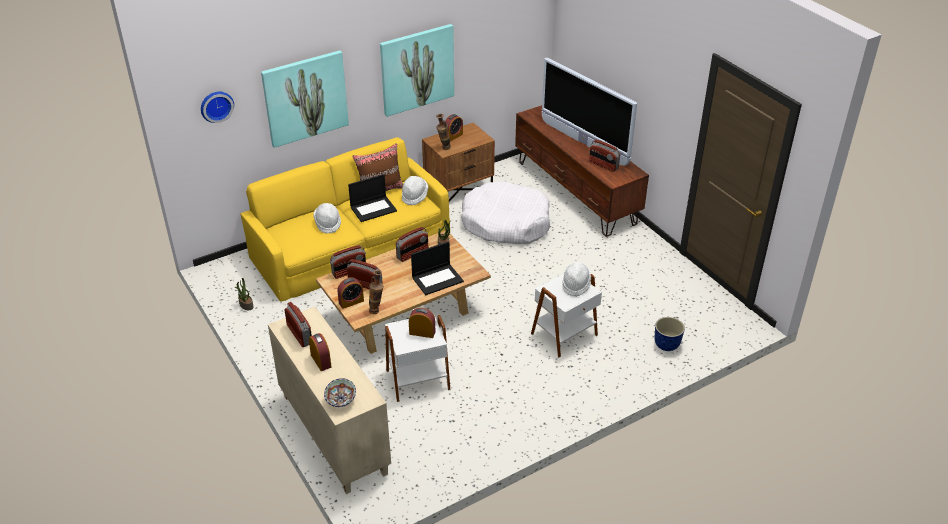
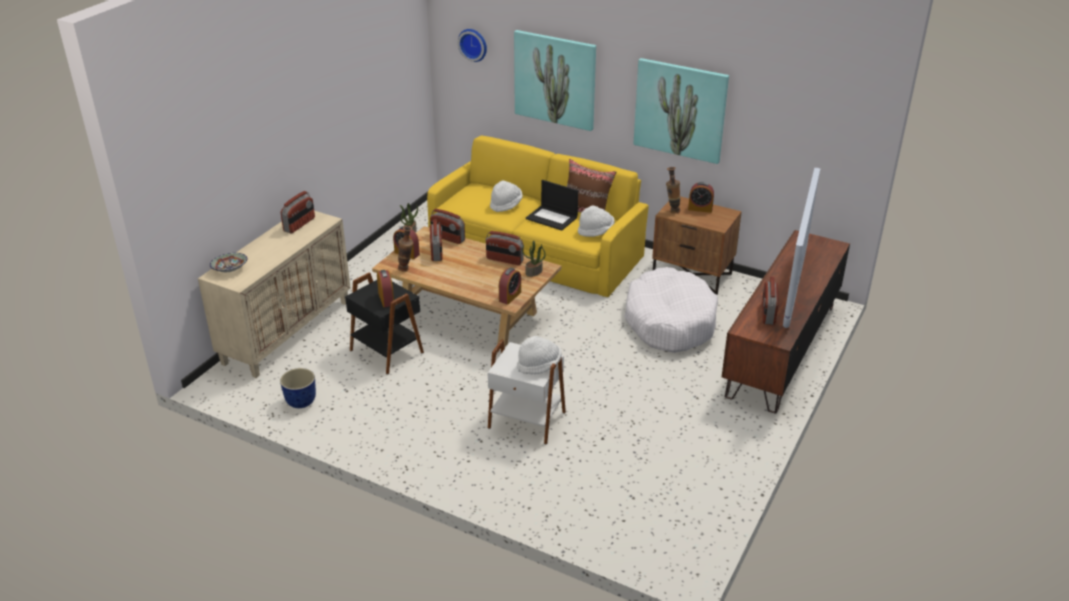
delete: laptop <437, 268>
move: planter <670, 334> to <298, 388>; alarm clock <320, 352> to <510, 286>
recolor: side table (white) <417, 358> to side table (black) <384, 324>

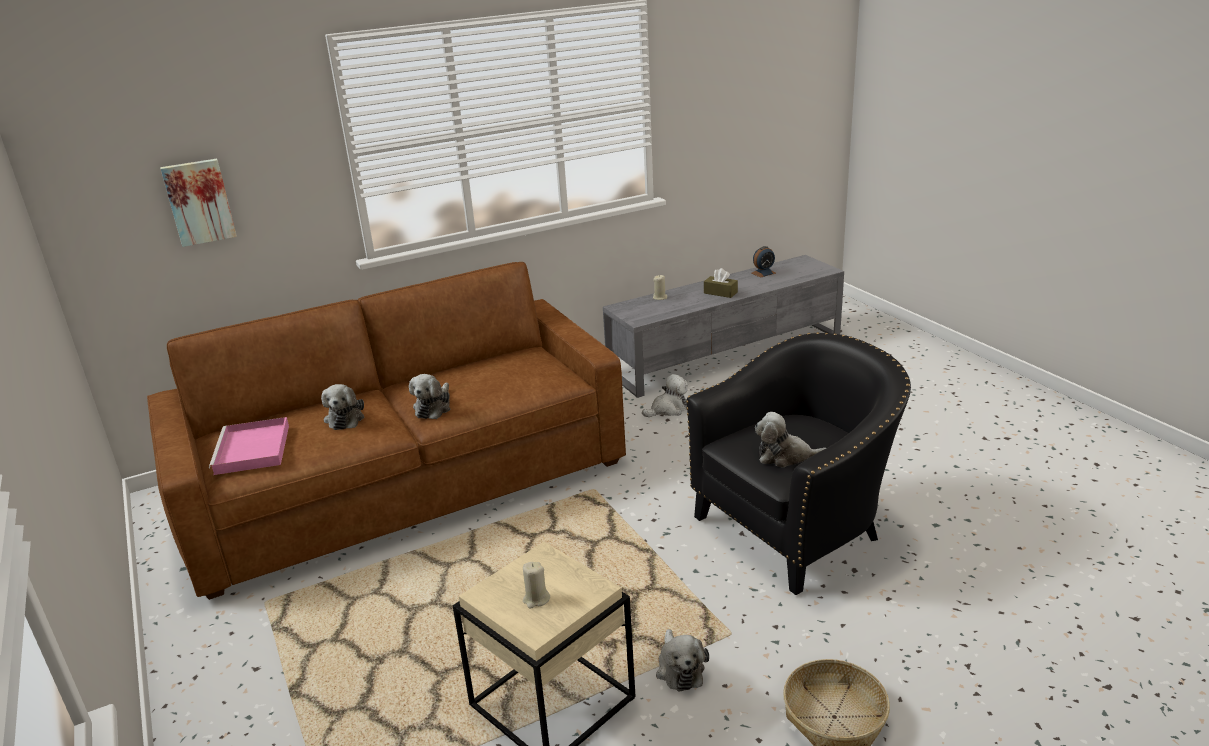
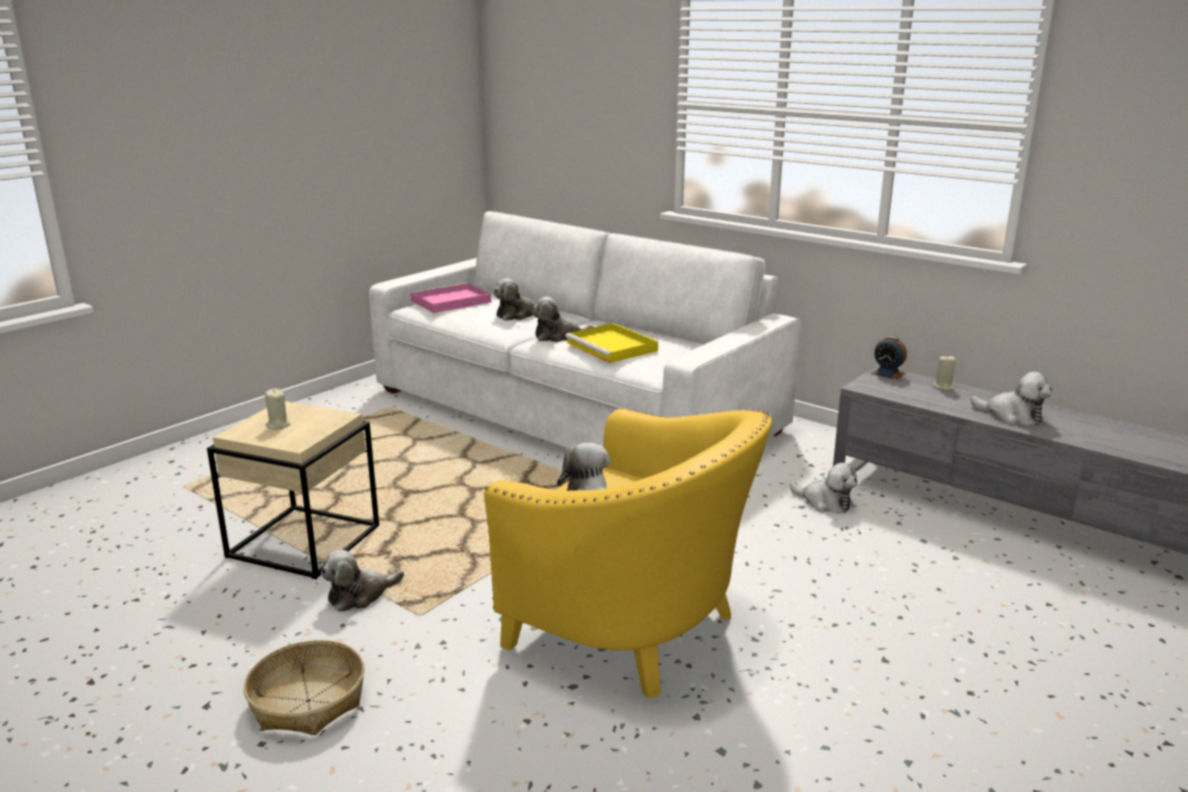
delete: picture <198, 203>
insert: tray (yellow) <611, 343>
move: alarm clock <764, 262> to <889, 358>
replace: tissue box (brown) <721, 283> to plush toy <1011, 399>
recolor: sofa (brown) <386, 431> to sofa (white) <585, 330>; armchair (black) <798, 463> to armchair (yellow) <628, 553>

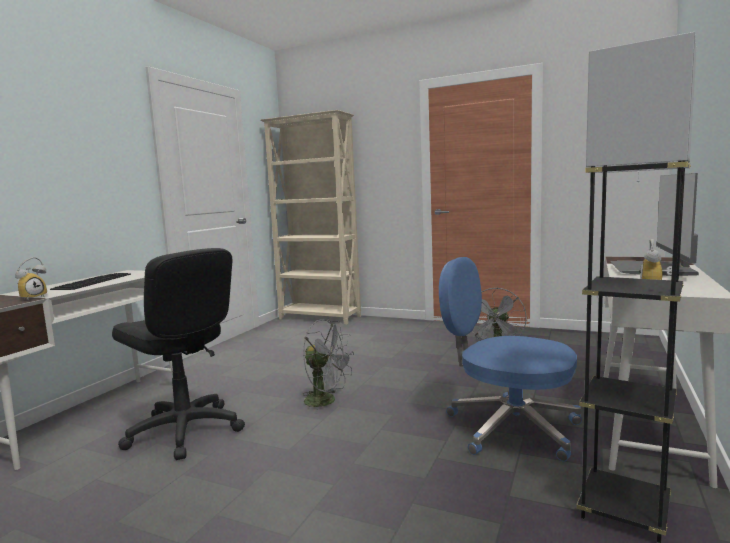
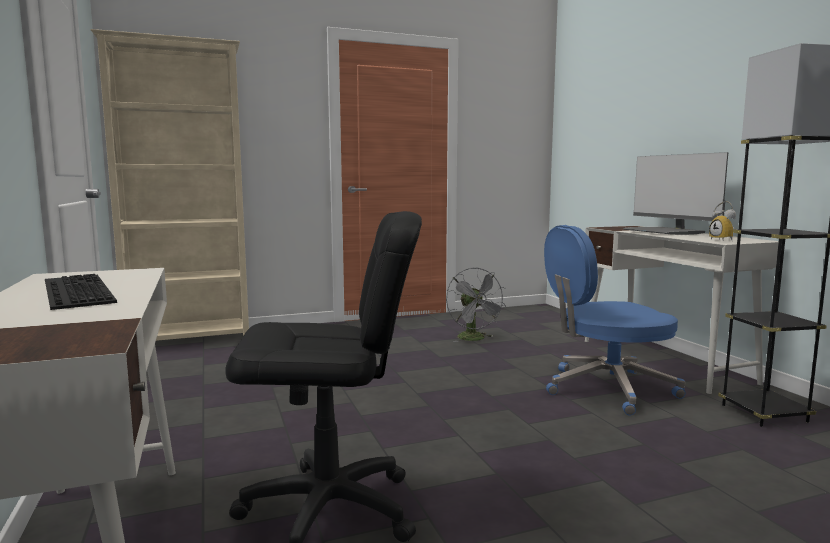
delete: alarm clock <31, 279>; fan (grey) <328, 366>

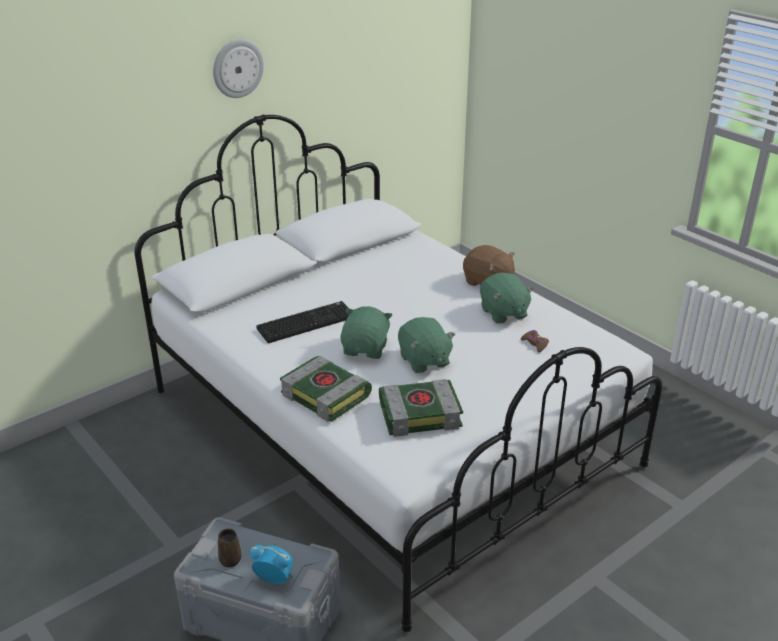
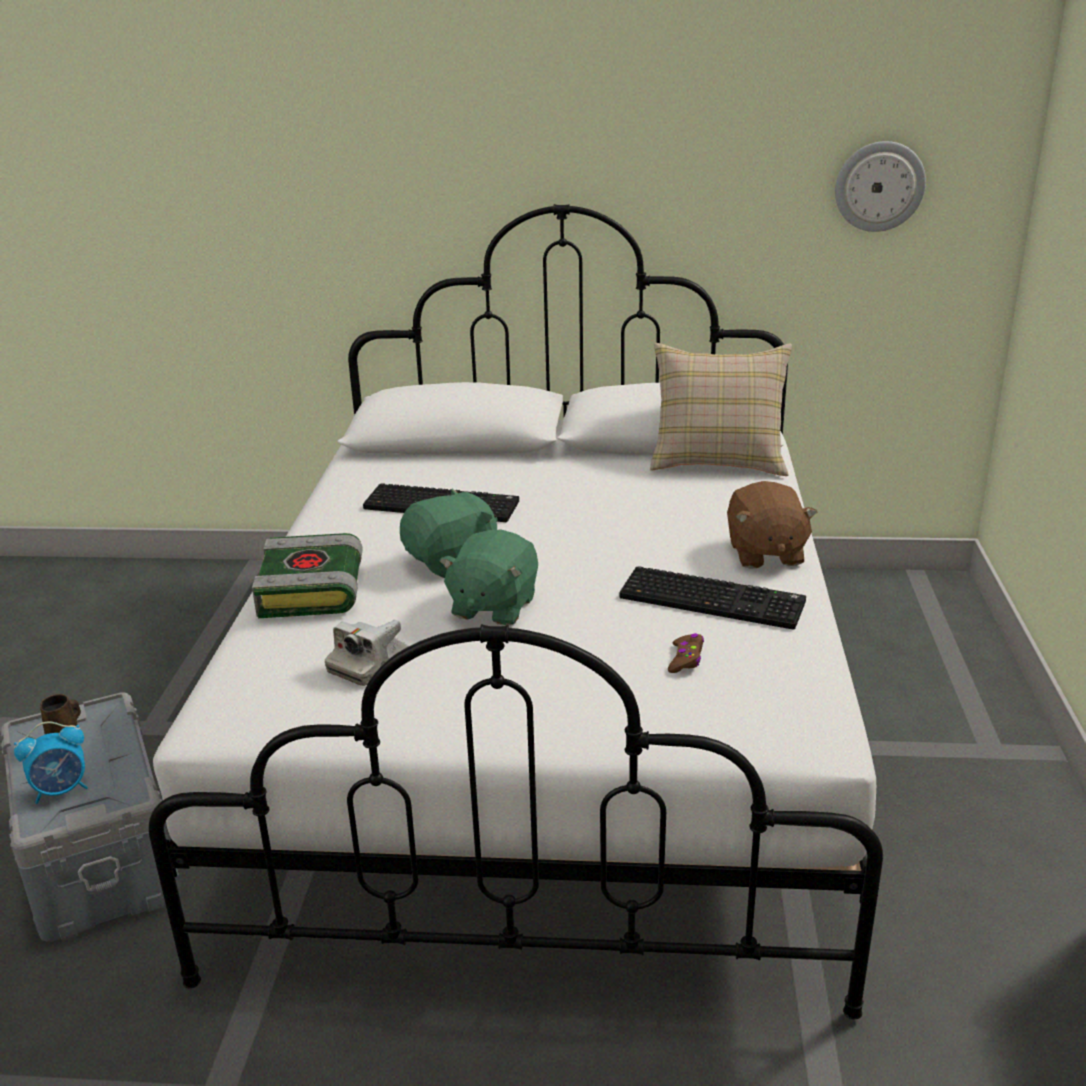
insert: pillow (beige) <721, 409>
move: wall clock <238, 68> to <880, 186>
replace: plush toy (green) <507, 298> to keyboard <713, 598>; book <421, 408> to photo camera <367, 652>
rotate: alarm clock <271, 564> = <51, 762> 90 degrees clockwise

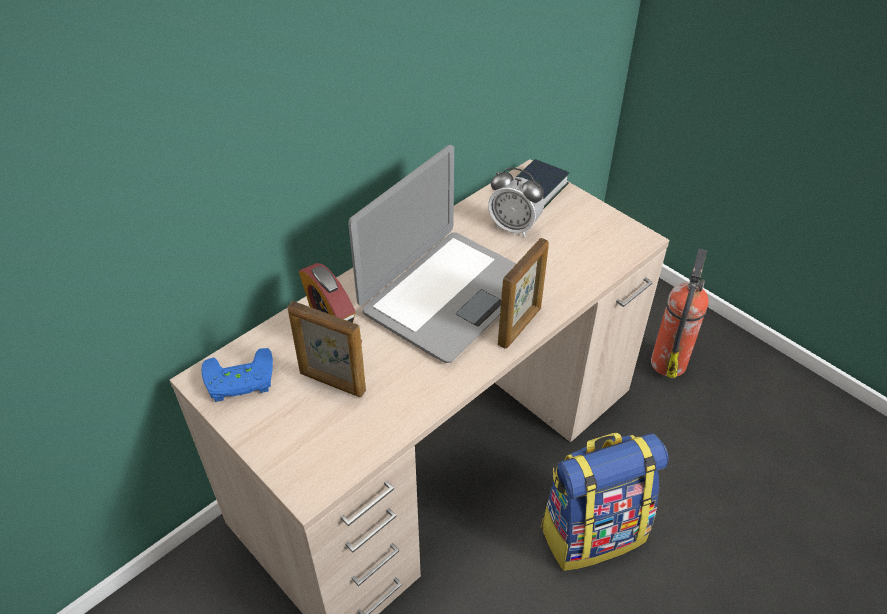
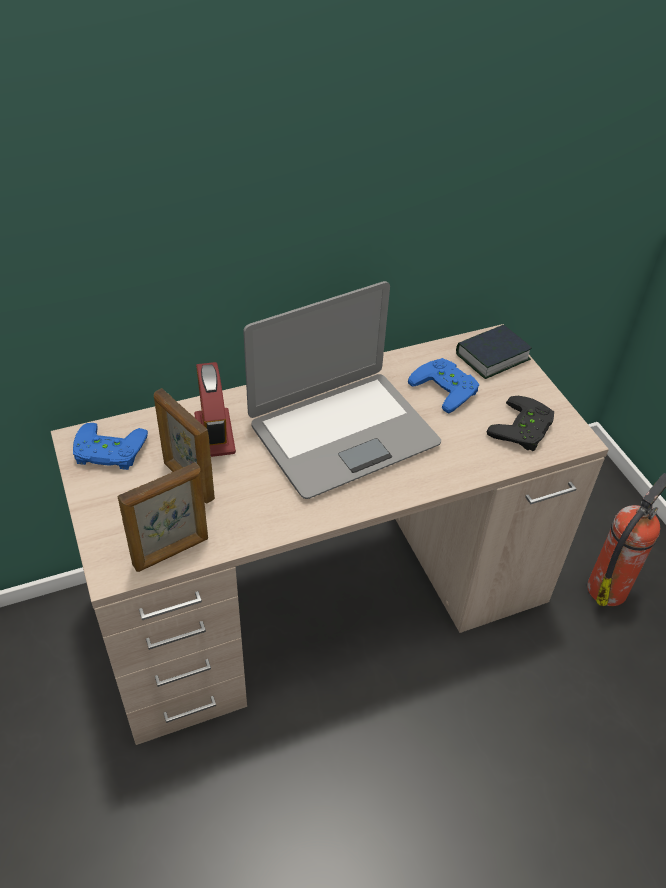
delete: backpack <605, 502>
insert: game controller (black) <520, 423>
move: picture frame <523, 293> to <163, 517>
replace: alarm clock <516, 202> to game controller (blue) <443, 386>

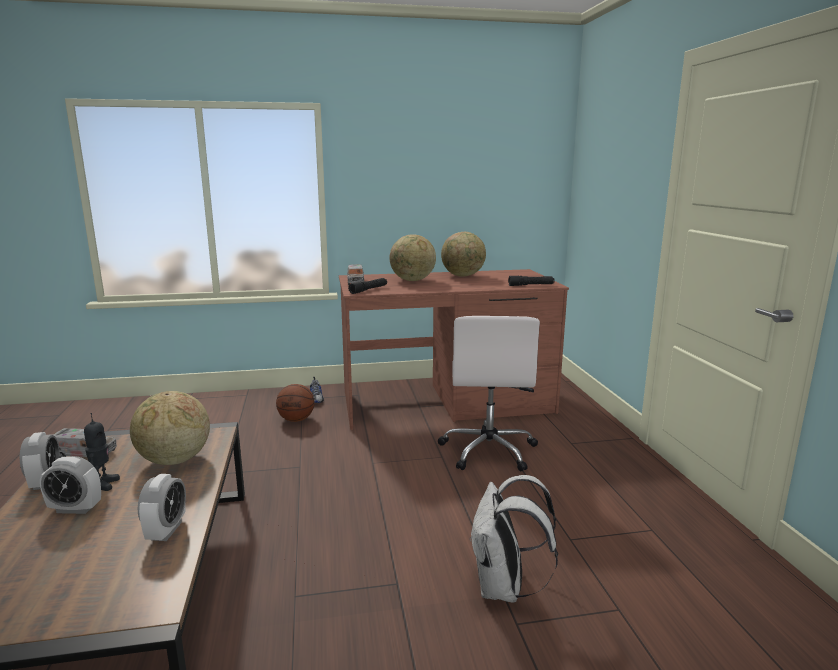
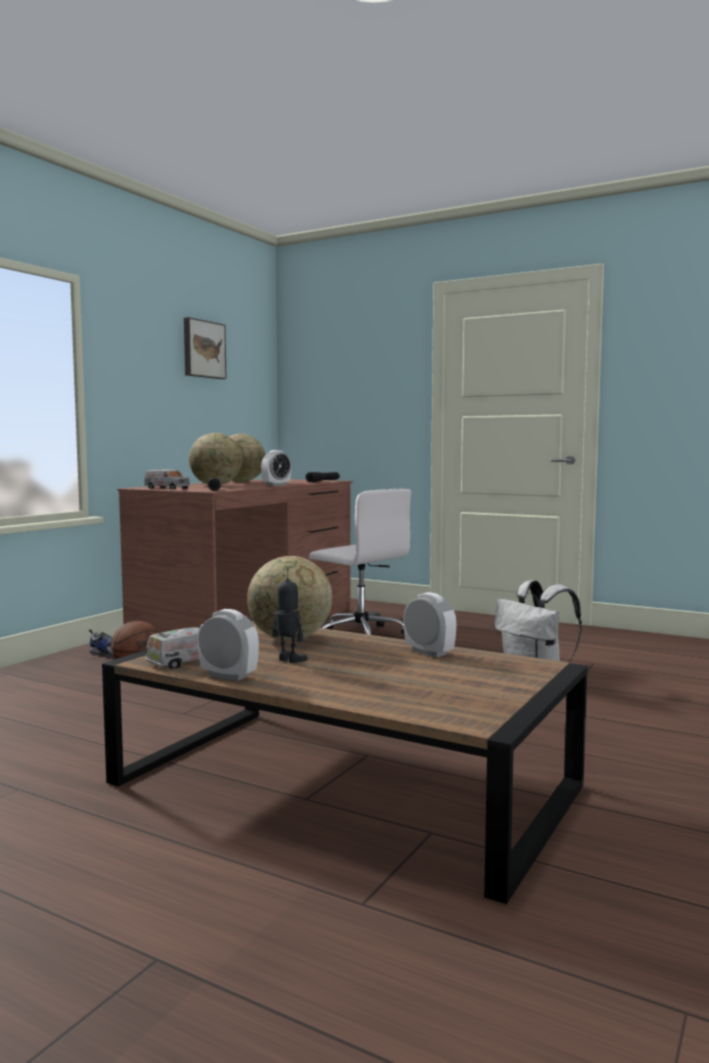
insert: picture <205, 348>
move: alarm clock <70, 485> to <276, 468>

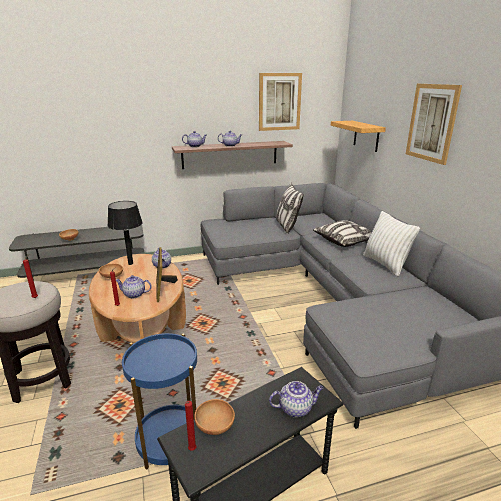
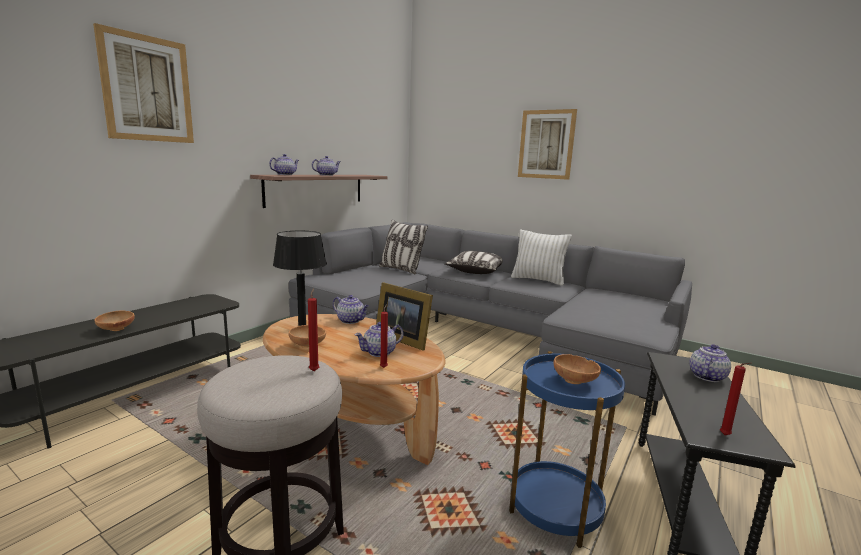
delete: shelf <358, 136>
move: picture <280, 102> to <143, 83>; bowl (brown) <214, 417> to <577, 369>

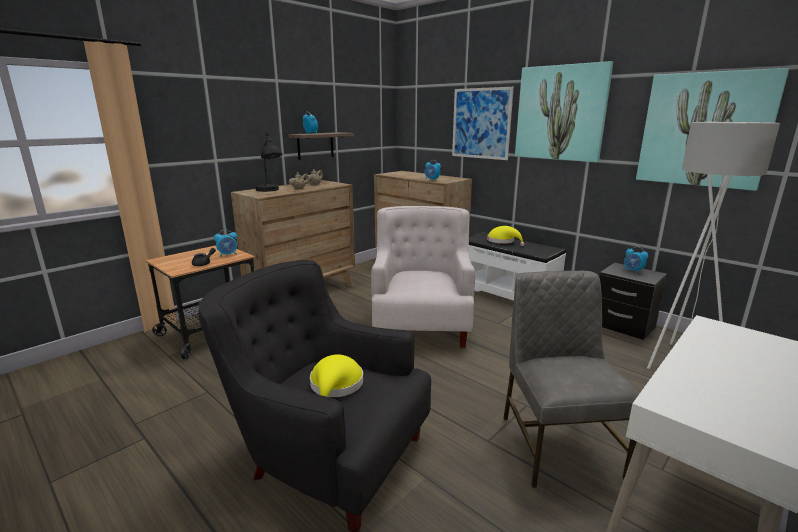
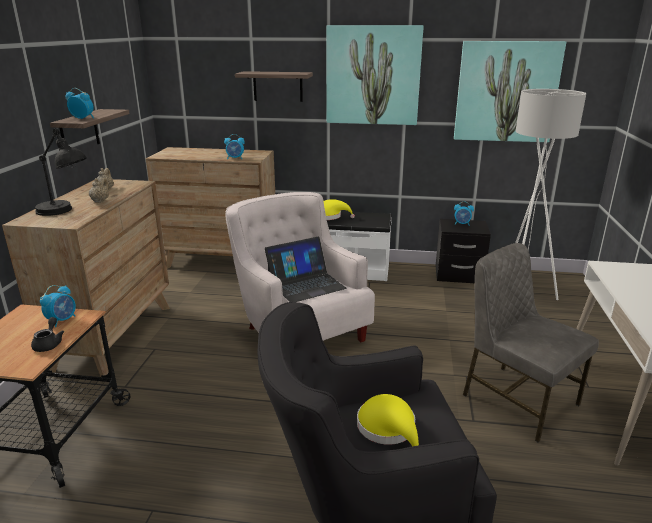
insert: laptop <306, 269>
replace: picture <483, 123> to shelf <274, 86>

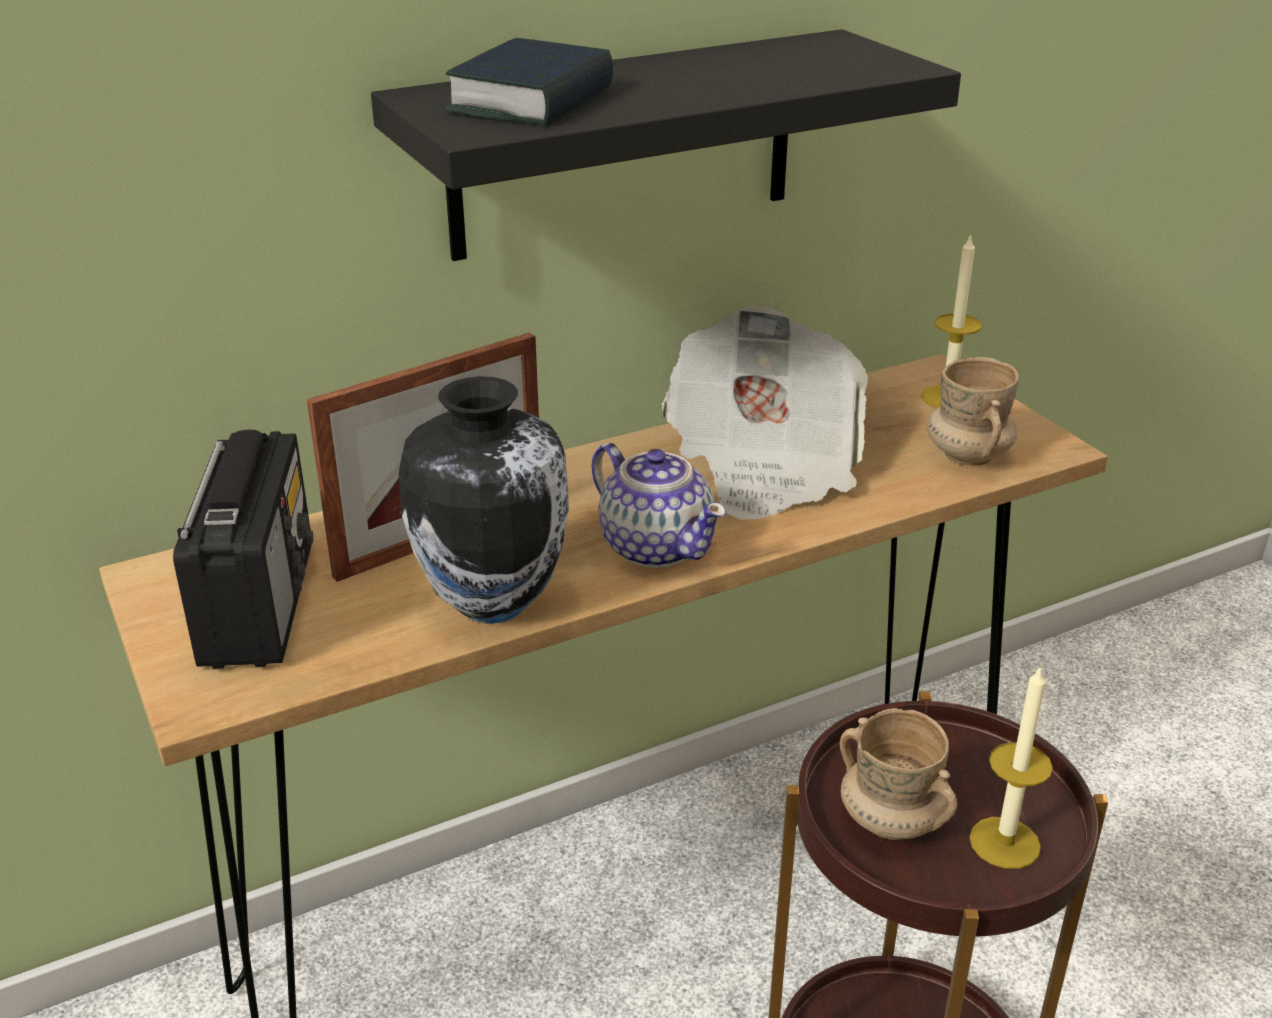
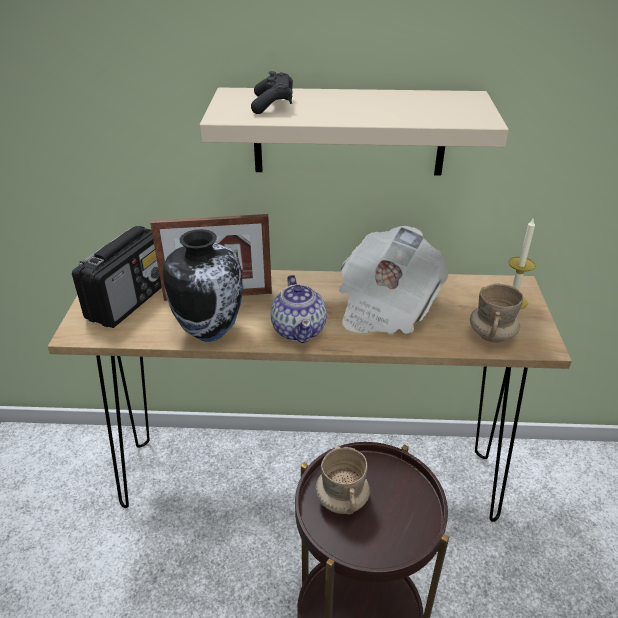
delete: candle <1011, 767>
replace: book <529, 82> to game controller (black) <272, 92>
recolor: shelf (black) <666, 145> to shelf (beige) <354, 132>

